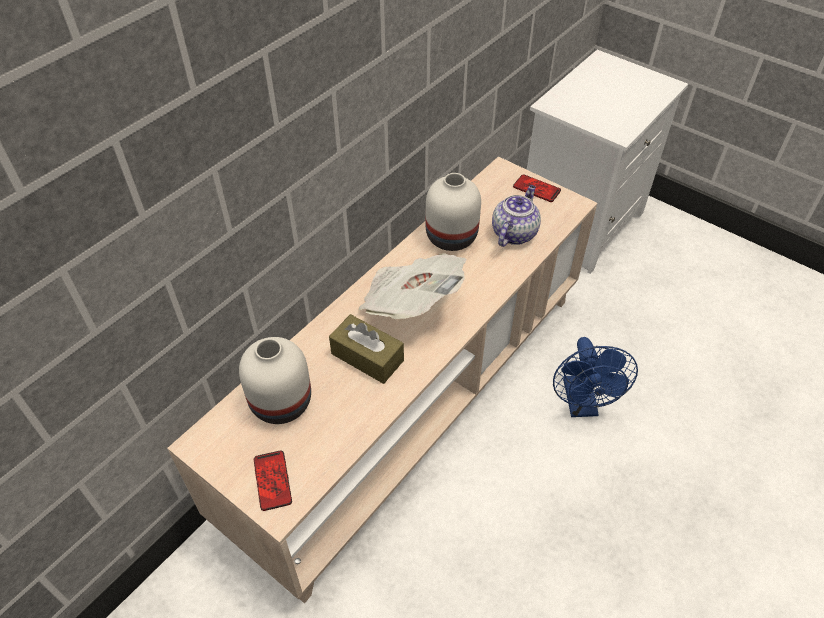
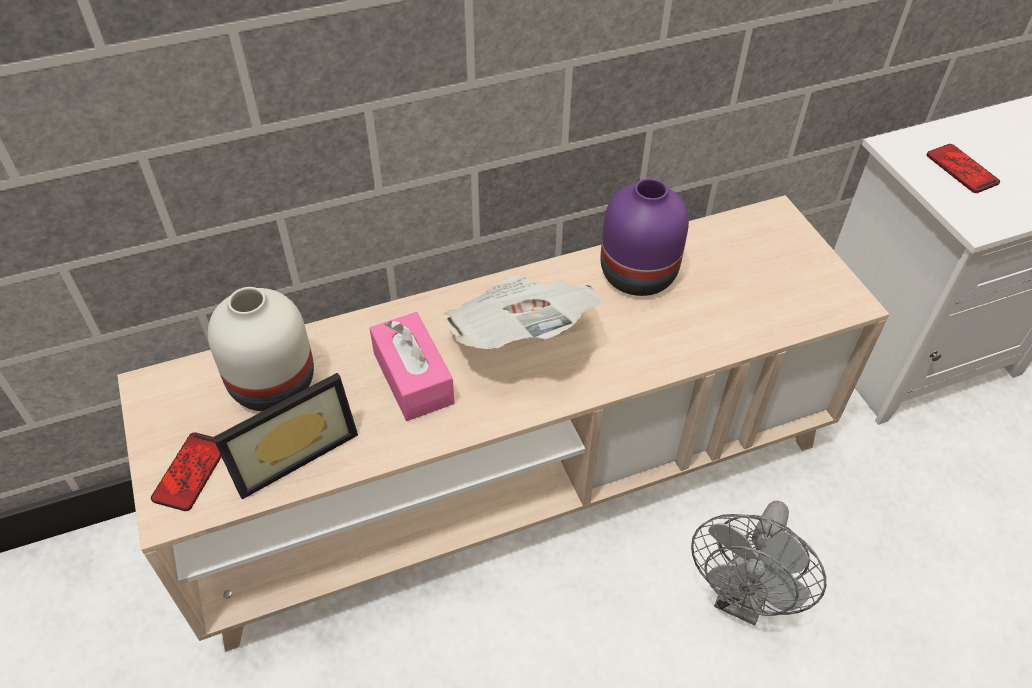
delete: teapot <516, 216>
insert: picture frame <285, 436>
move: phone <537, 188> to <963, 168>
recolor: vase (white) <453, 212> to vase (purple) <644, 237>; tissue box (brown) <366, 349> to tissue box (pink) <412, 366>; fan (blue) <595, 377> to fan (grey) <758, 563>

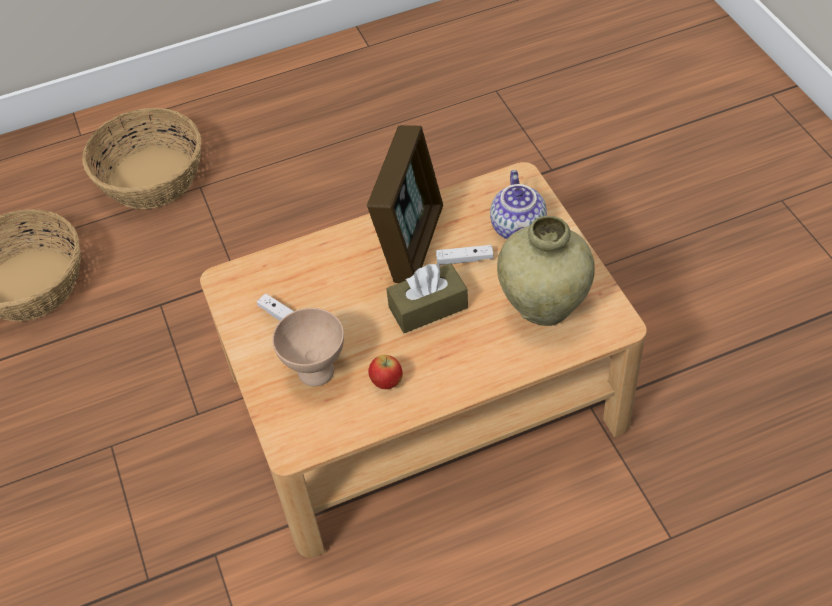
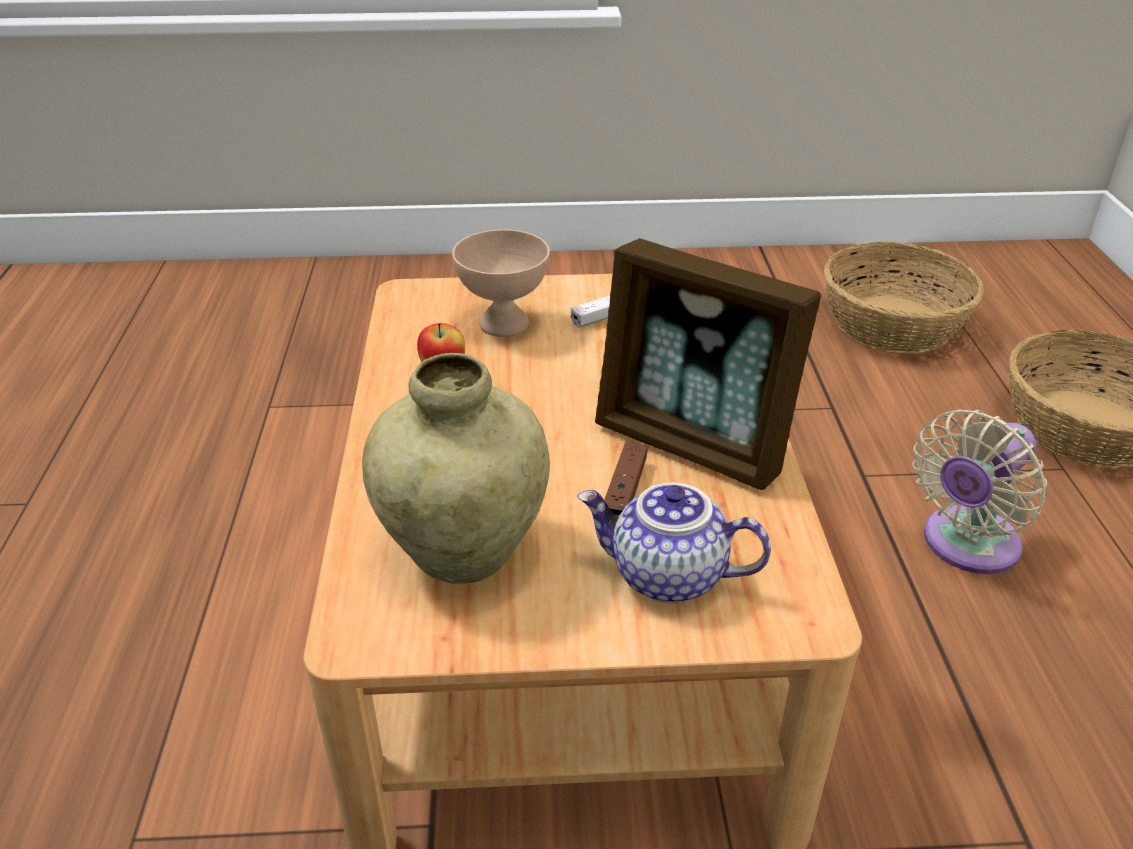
delete: tissue box (brown) <427, 298>
insert: fan (beige) <979, 491>
recolor: game controller (white) <465, 255> to game controller (brown) <625, 479>

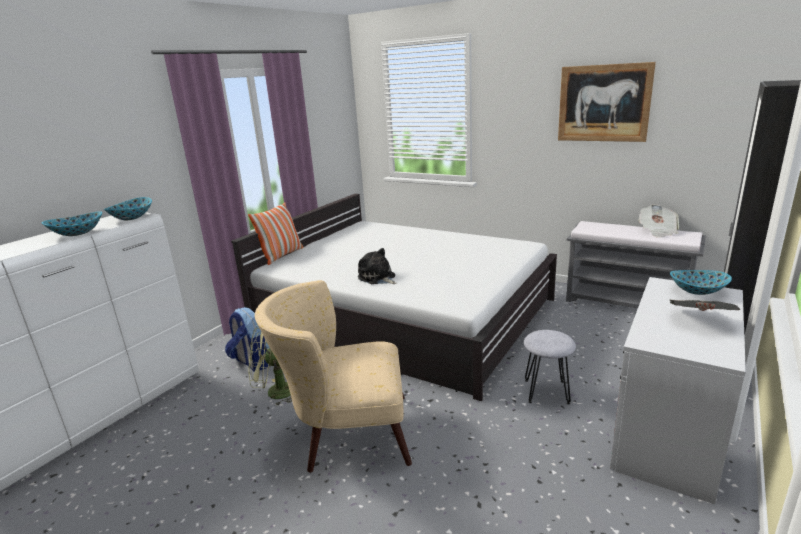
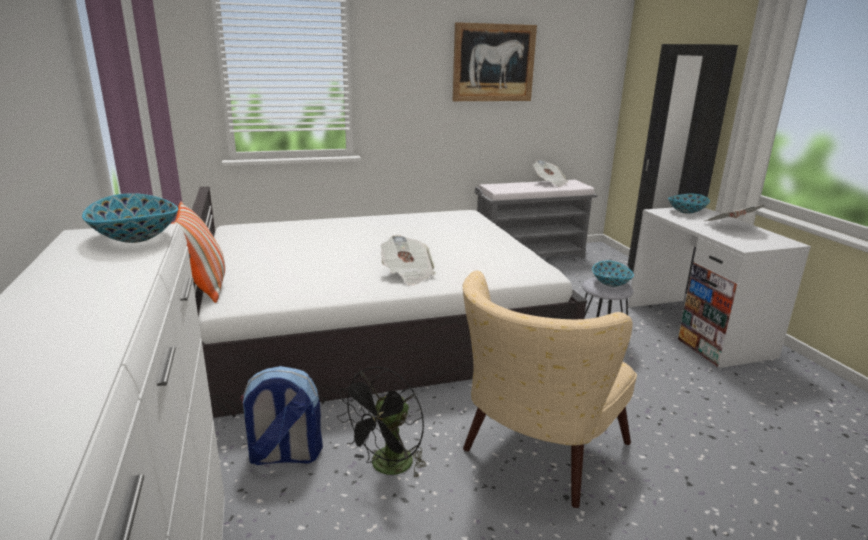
move: bowl <72, 223> to <613, 273>
replace: plush toy <377, 266> to newspaper <408, 260>
recolor: fan (green) <270, 365> to fan (black) <382, 423>

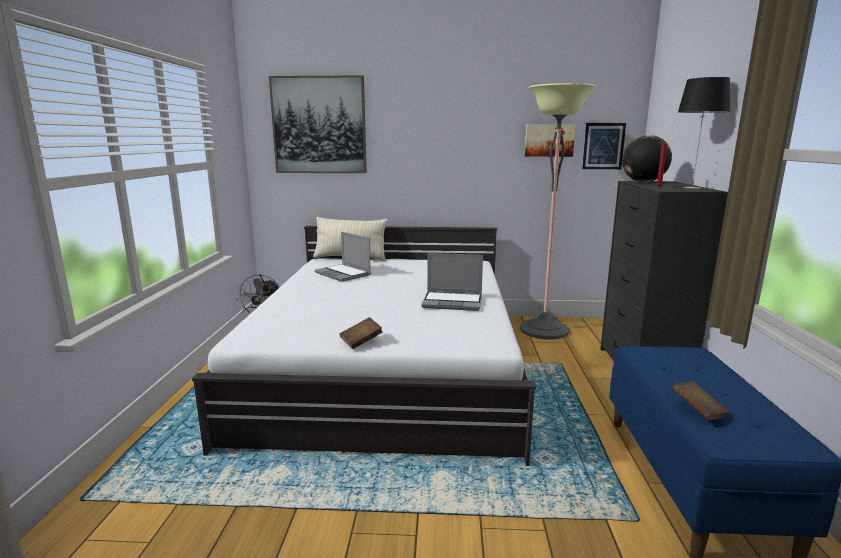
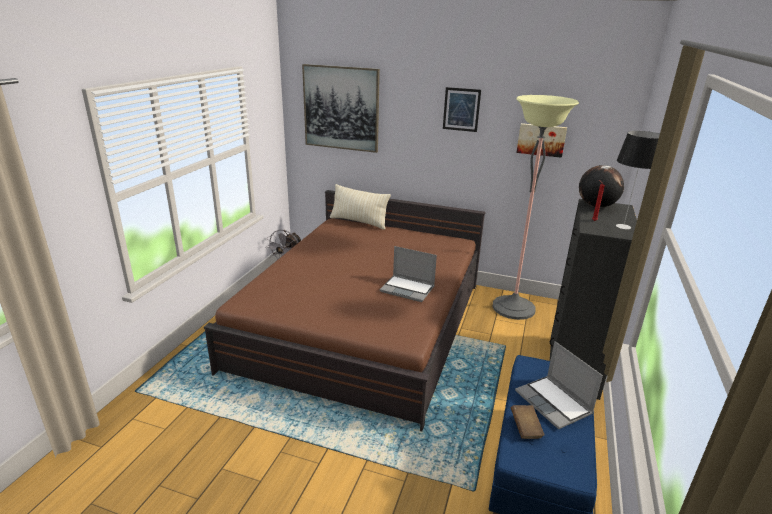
delete: book (brown) <361, 333>
move: picture <604, 146> to <462, 109>; laptop <343, 257> to <559, 385>
recolor: bed (white) <364, 346> to bed (brown) <344, 310>

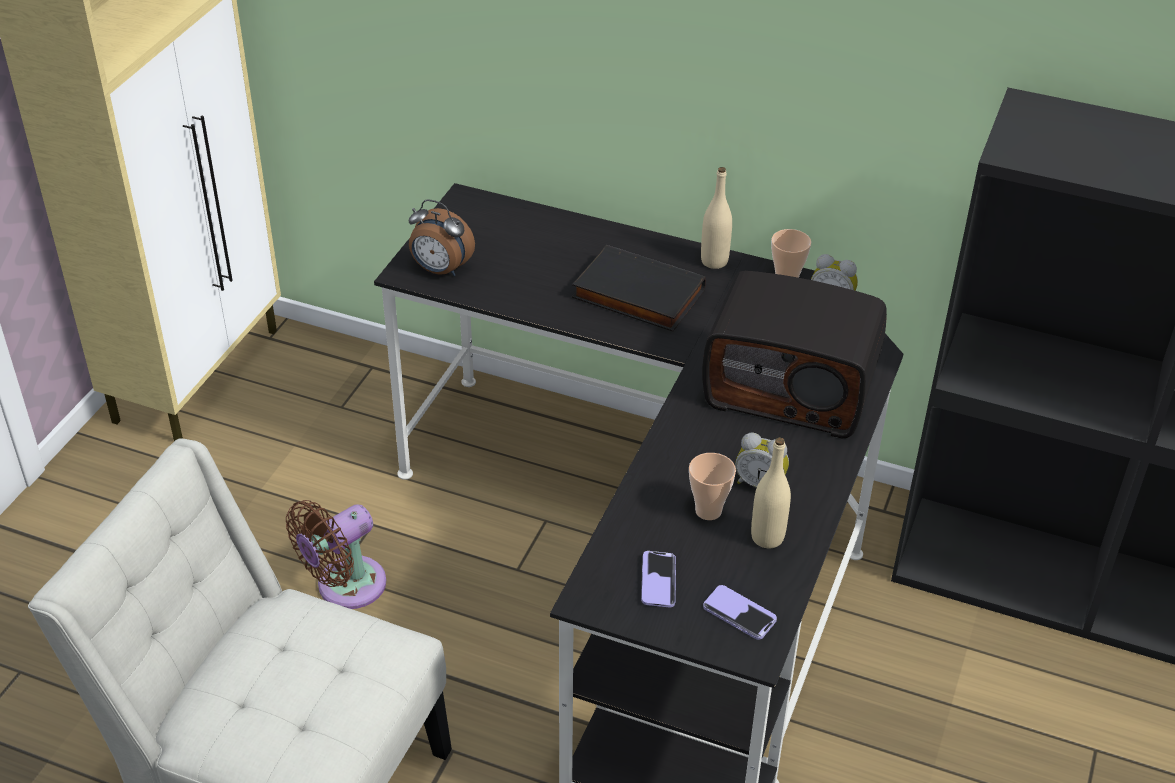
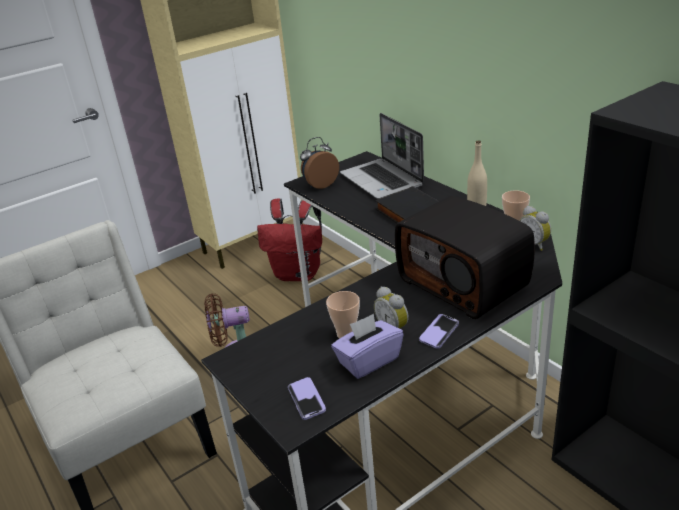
insert: laptop <382, 156>; backpack (red) <289, 240>
move: phone <658, 579> to <439, 331>
replace: bottle (beige) <771, 492> to tissue box (purple) <367, 346>
rotate: alarm clock <442, 237> = <319, 163> 90 degrees clockwise

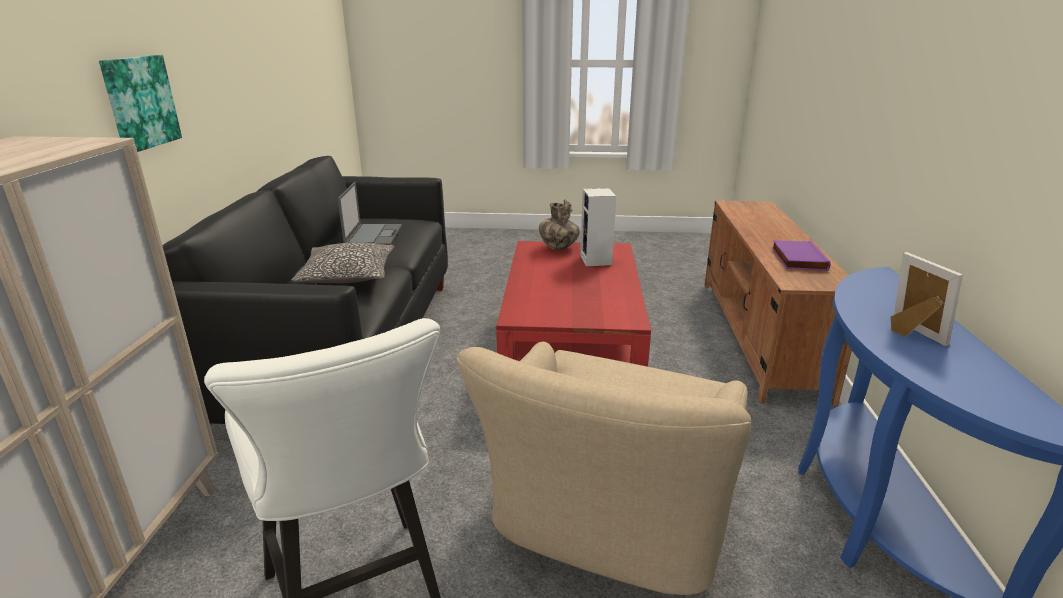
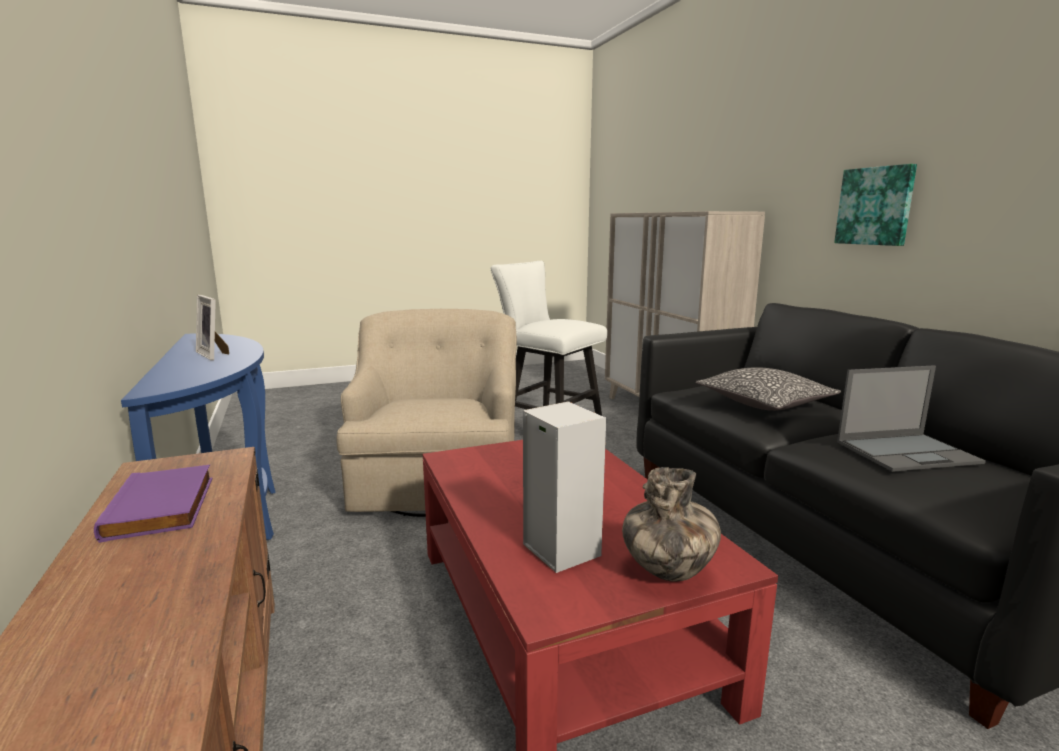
rotate: laptop <370, 213> = <911, 418> 75 degrees counterclockwise

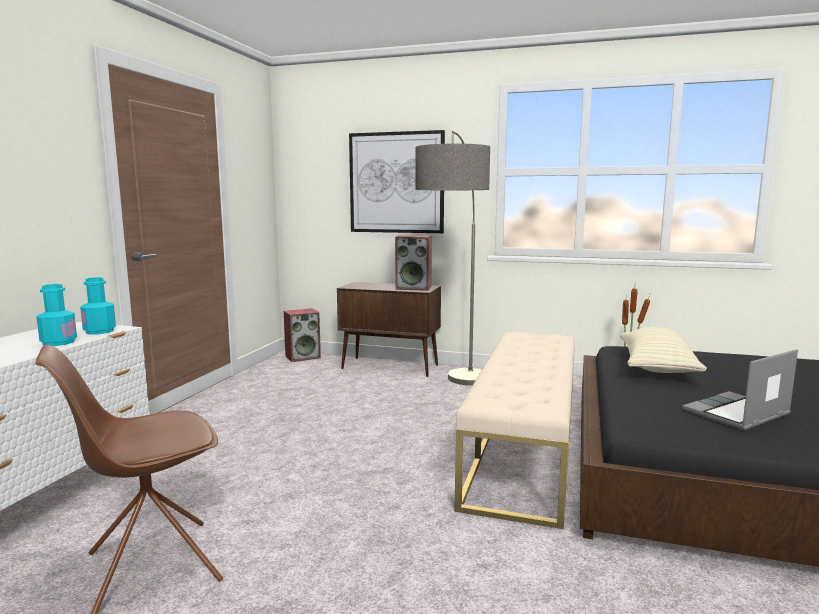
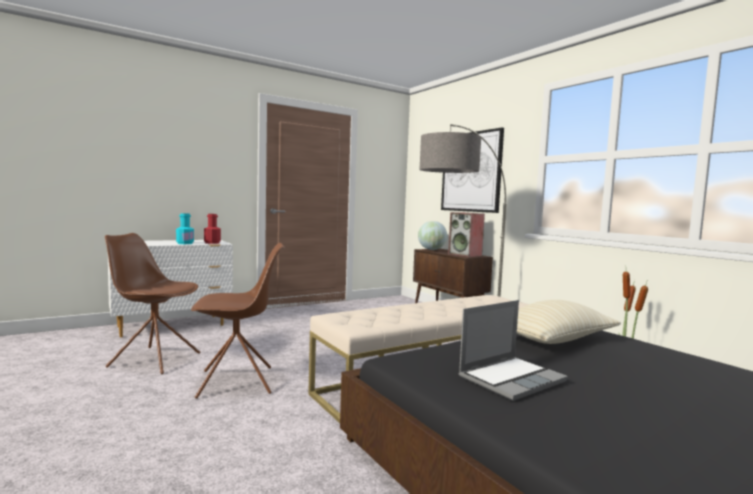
delete: speaker <302, 335>
insert: globe <432, 235>; chair (brown) <238, 321>
recolor: bottle (turquoise) <98, 305> to bottle (red) <212, 229>
rotate: laptop <740, 390> = <513, 350> 135 degrees clockwise

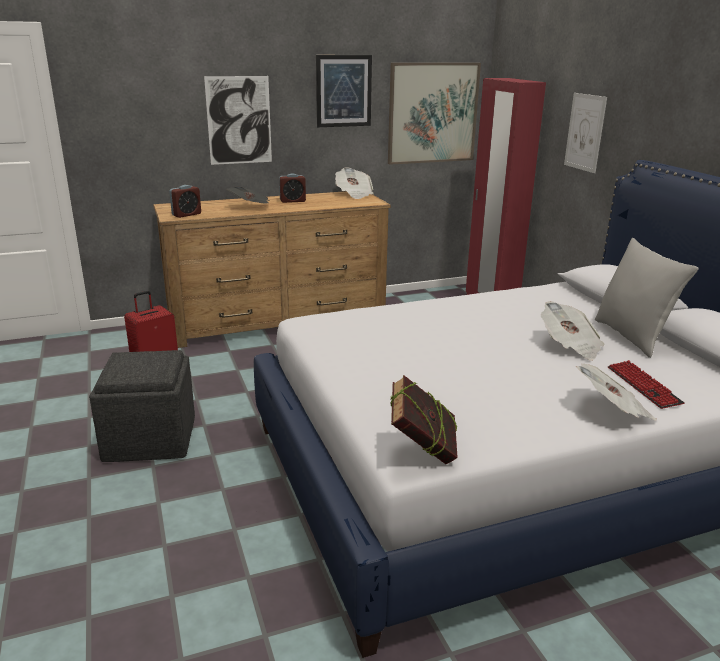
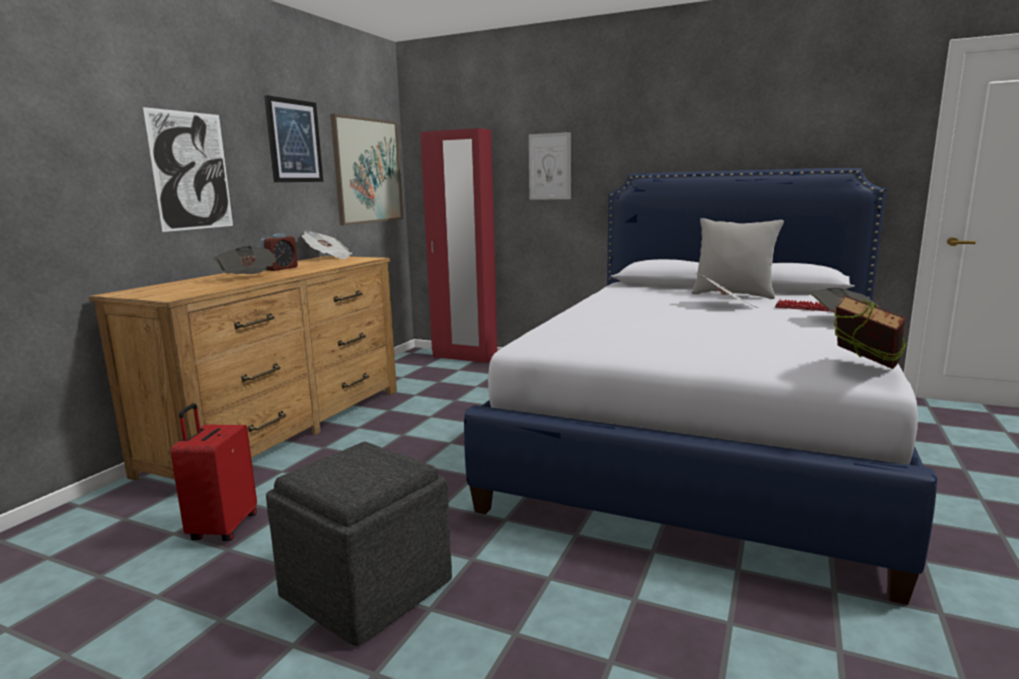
delete: alarm clock <185, 201>

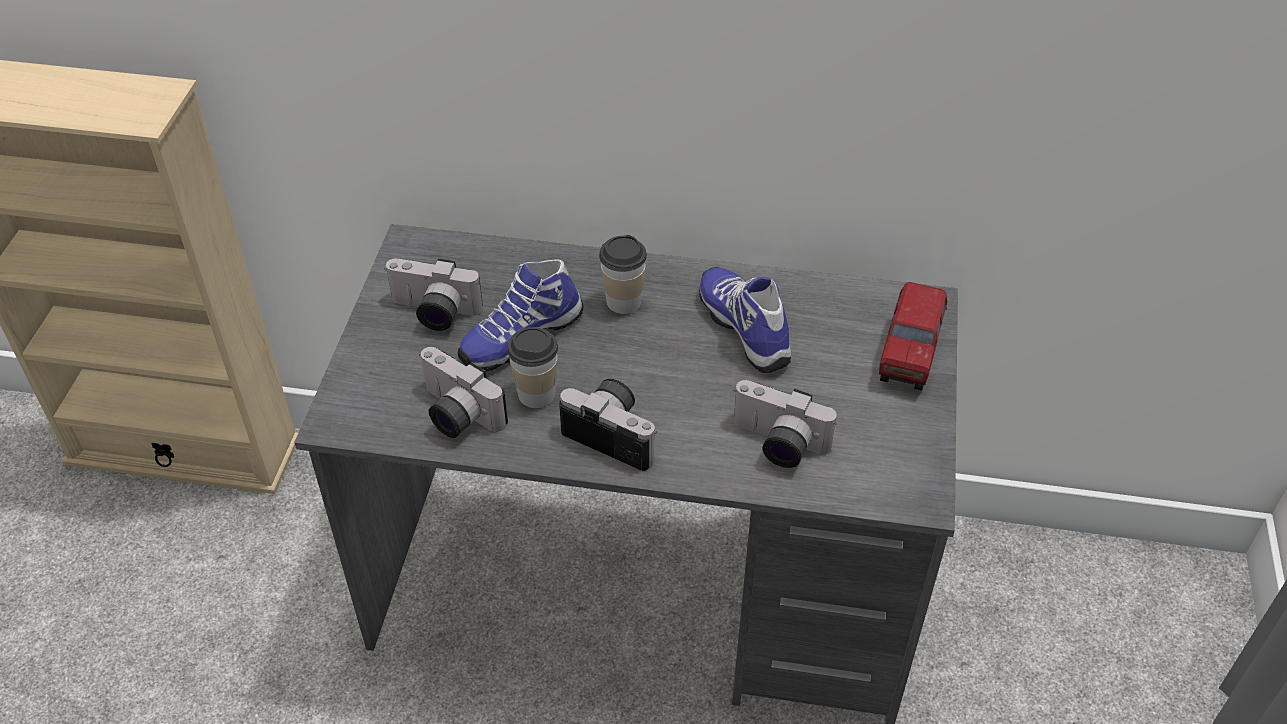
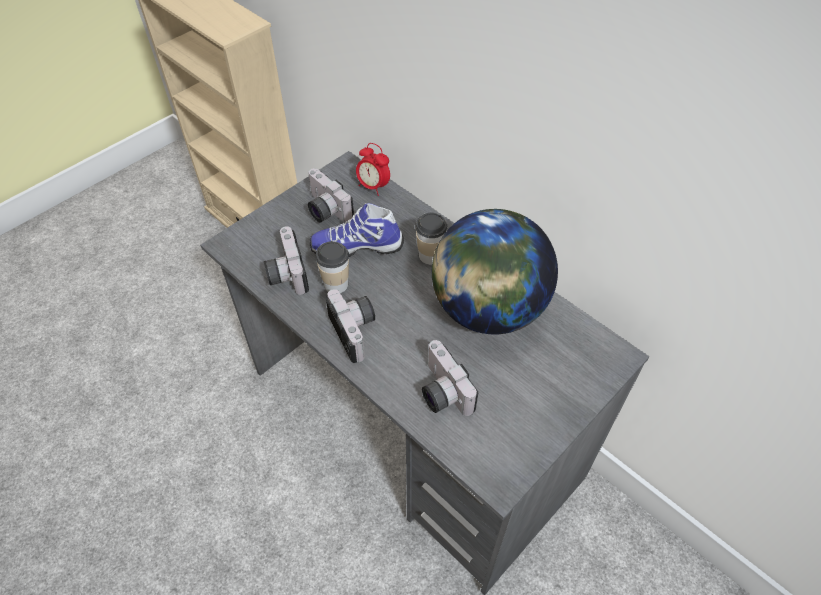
delete: toy truck <913, 336>
insert: alarm clock <373, 169>
replace: shoe <745, 320> to globe <495, 272>

